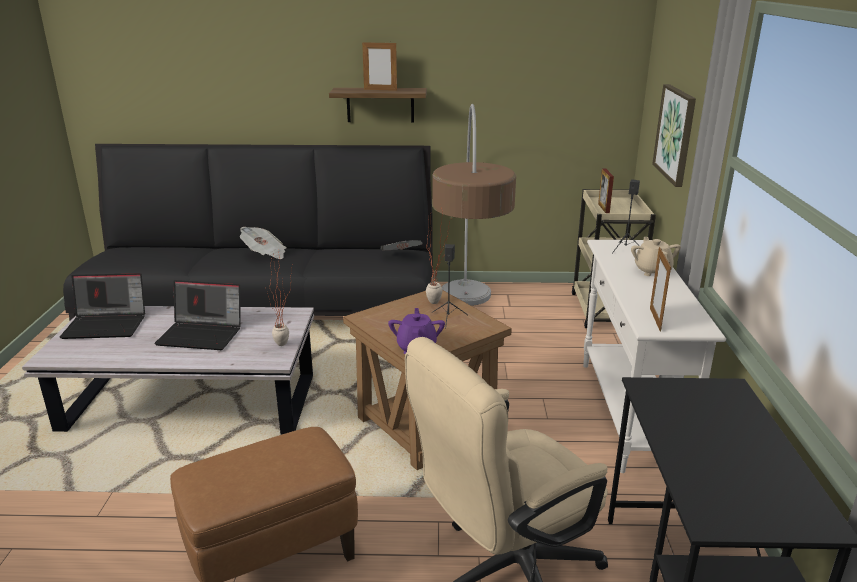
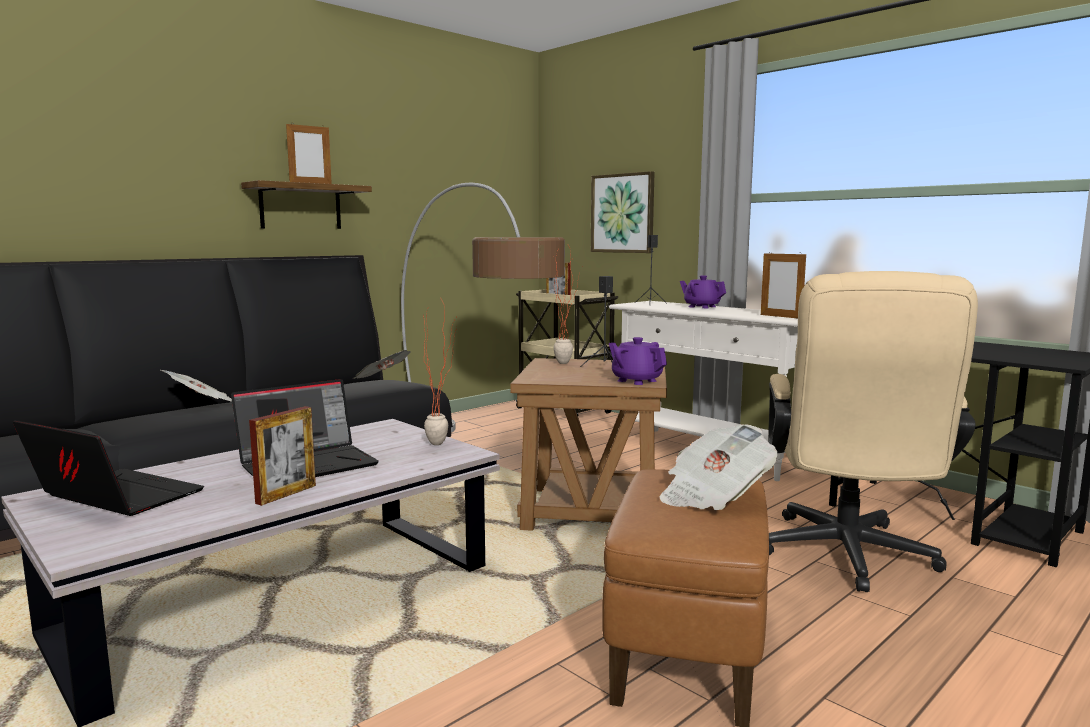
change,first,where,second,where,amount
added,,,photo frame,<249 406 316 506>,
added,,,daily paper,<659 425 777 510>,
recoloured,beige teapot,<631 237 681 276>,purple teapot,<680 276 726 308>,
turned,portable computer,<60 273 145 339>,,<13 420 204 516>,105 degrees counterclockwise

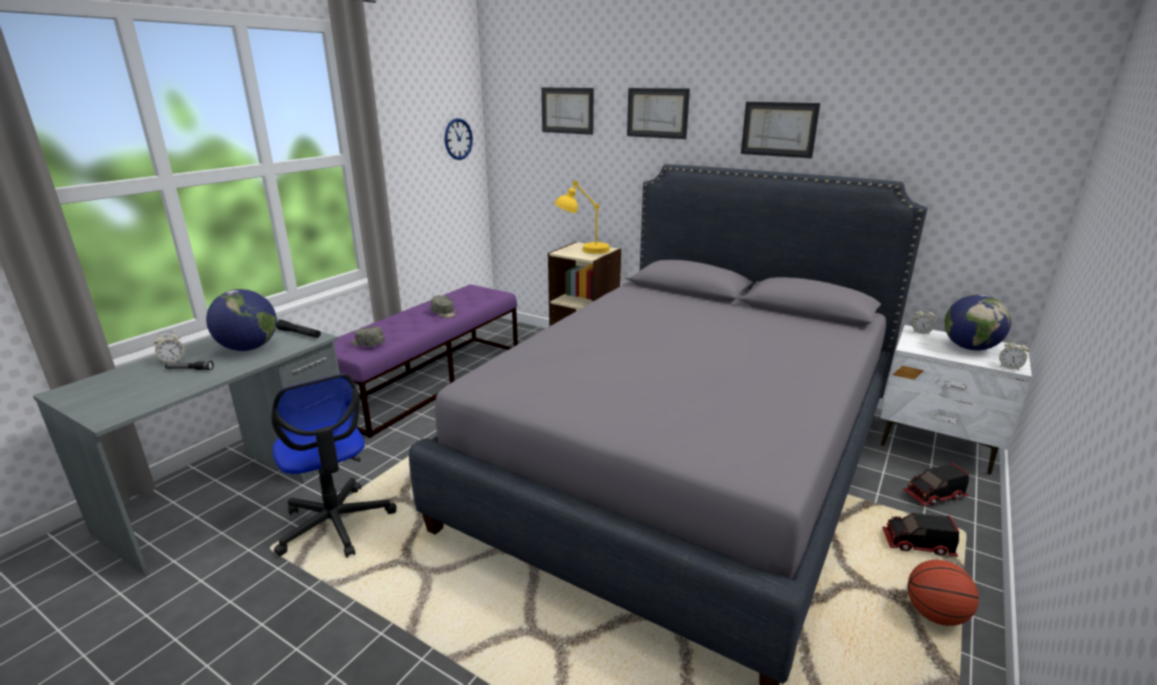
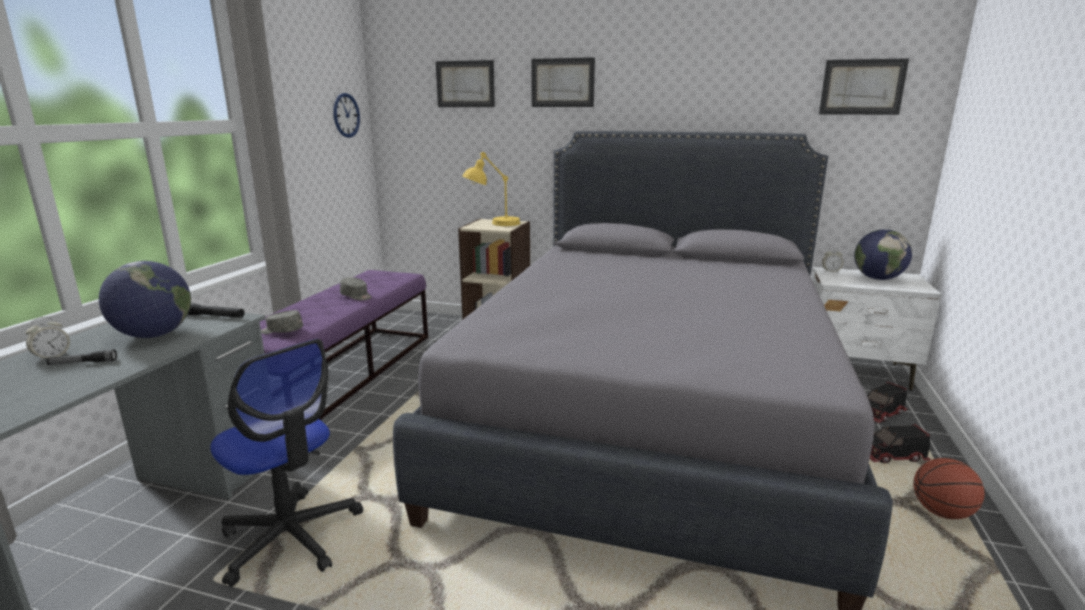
change,first,where,second,where,amount
removed,alarm clock,<999 339 1029 371>,,,
moved,wall picture,<741 102 820 158>,,<819 58 909 115>,

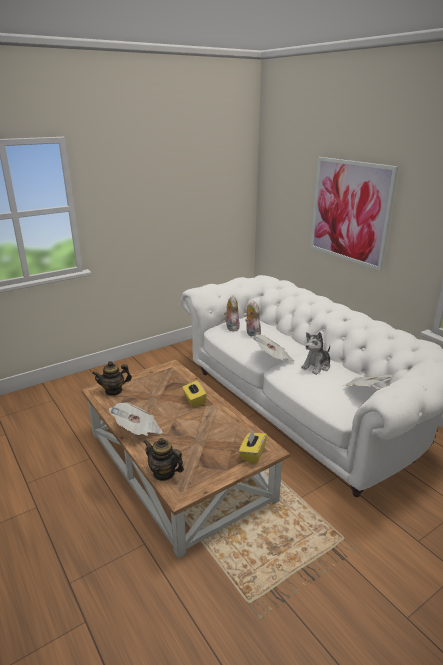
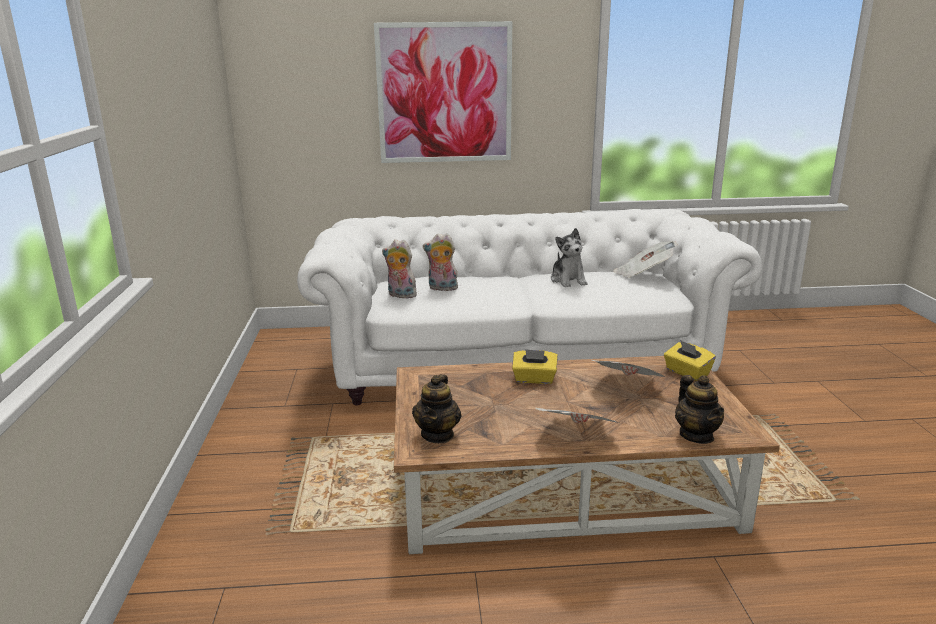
change,first,where,second,where,amount
moved,daily paper,<251 335 294 361>,,<592 360 665 377>,
turned,teapot,<144 438 184 481>,,<675 375 724 444>,75 degrees counterclockwise

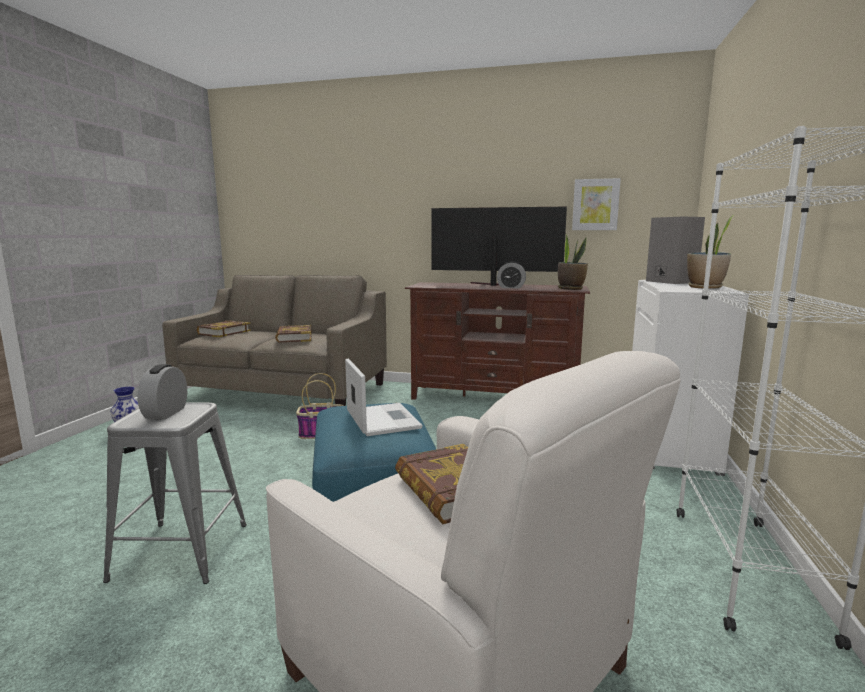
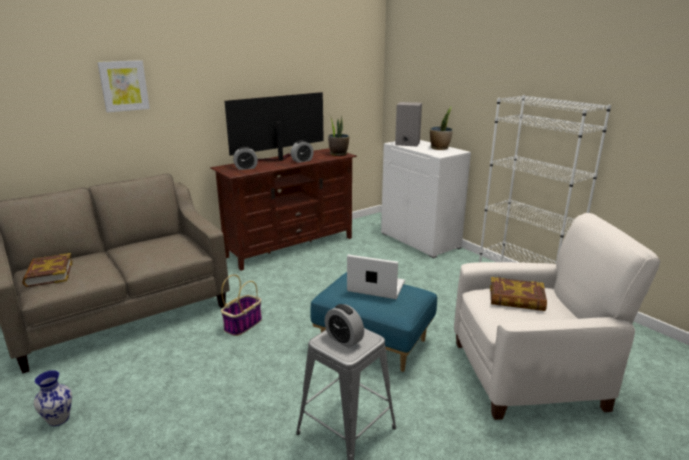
change,first,where,second,where,amount
removed,book,<275 325 312 343>,,,
added,,,alarm clock,<233 147 258 170>,
moved,wall picture,<572 178 621 230>,,<97 60 150 113>,

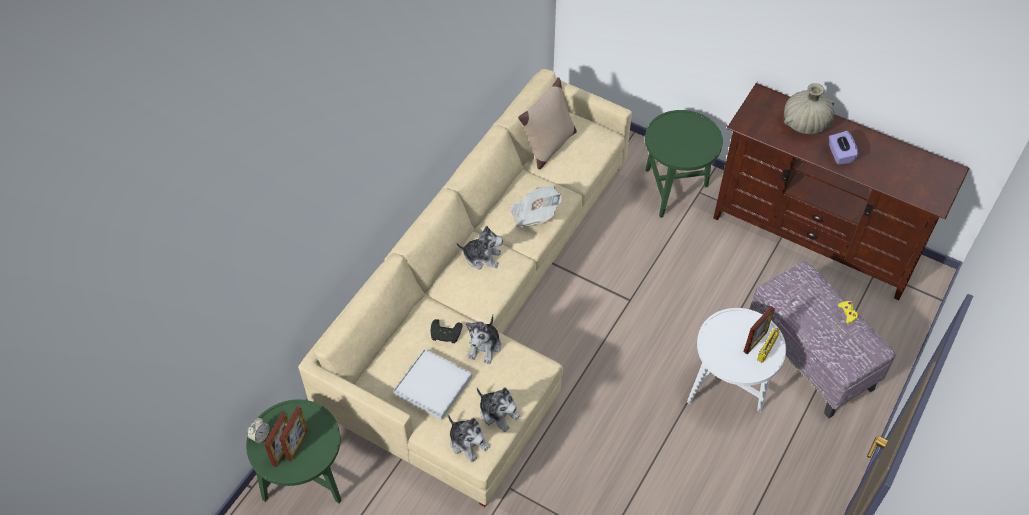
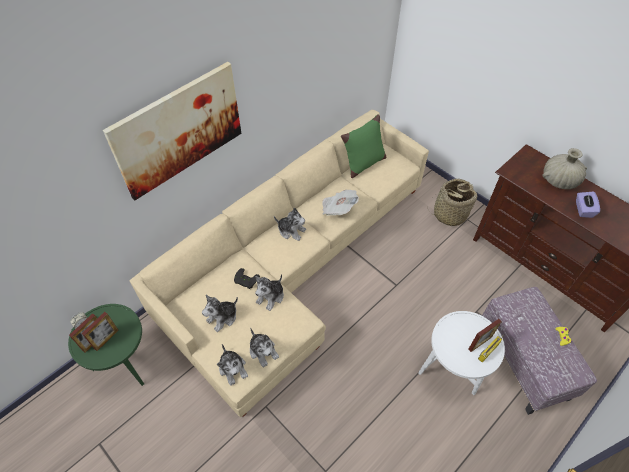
change,first,where,second,where,amount
added,,,wall picture,<103 62 241 200>,
replaced,whitish carrying tray,<393 348 472 420>,soft toy,<202 295 238 332>,
replaced,greenish end table,<645 110 723 218>,household basket,<427 179 477 226>,
recoloured,beige throw pillow,<518 77 577 169>,greenish throw pillow,<341 114 387 178>,

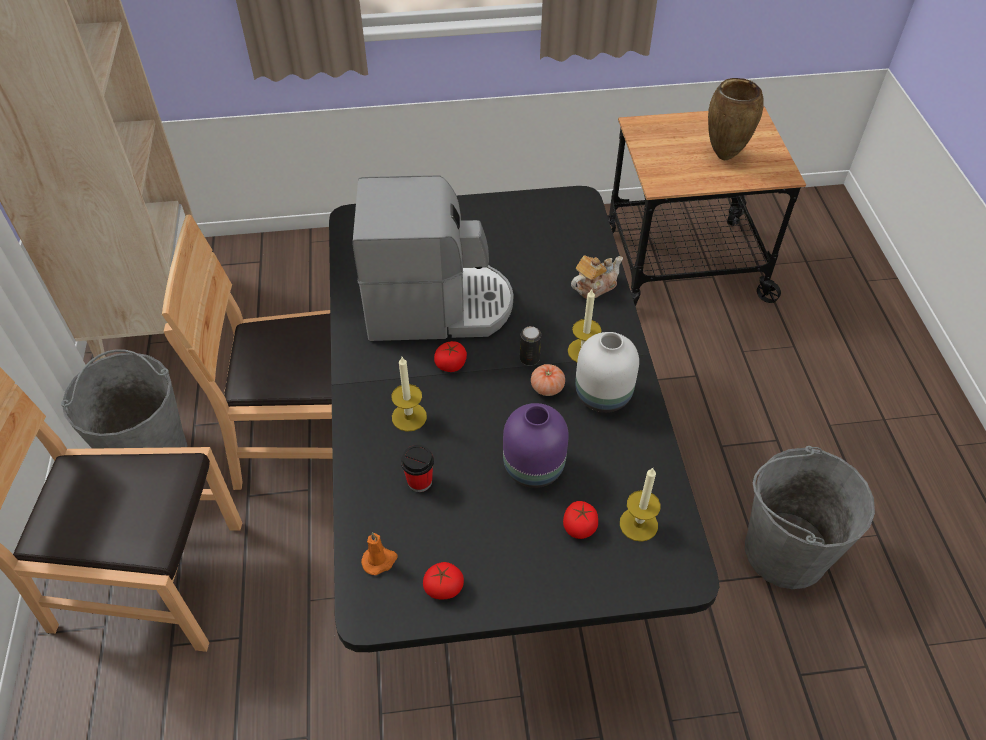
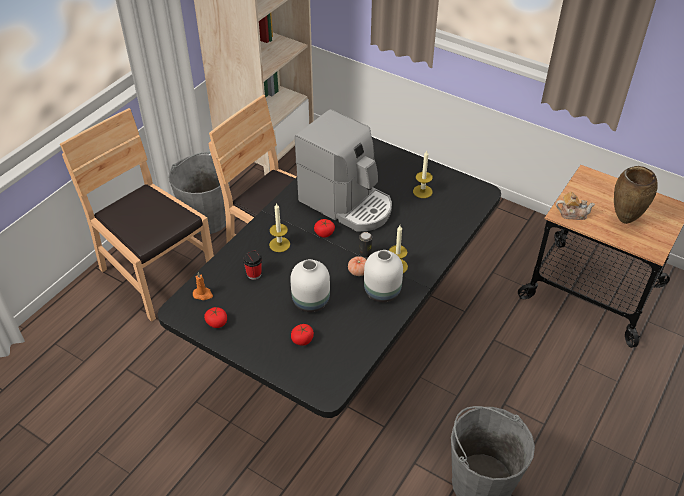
change,first,where,second,where,amount
moved,teapot,<571 255 623 299>,,<556 192 595 220>,
moved,candle,<620 468 660 542>,,<413 151 433 198>,
recoloured,purple vase,<503 403 569 488>,whitish vase,<290 259 330 312>,

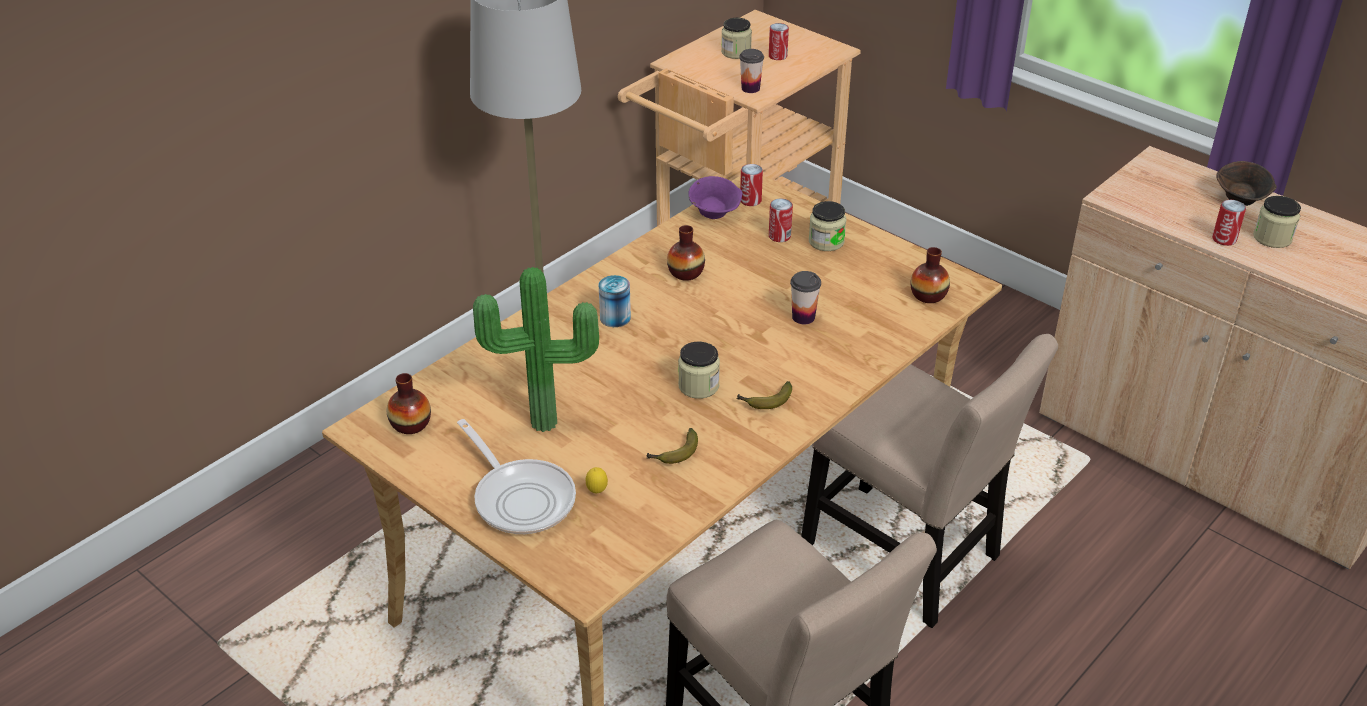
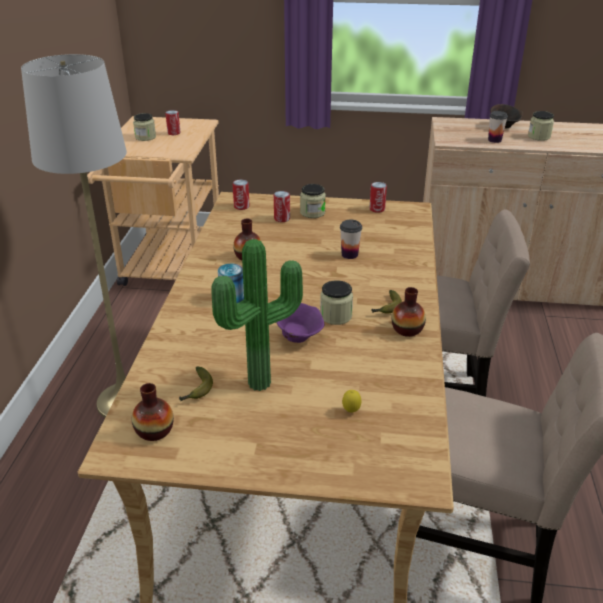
change,first,where,second,where,amount
removed,pan,<457 419 576 534>,,,
moved,whole banana,<647 428 698 464>,,<179 366 213 401>,
moved,purple deep dish,<688 176 743 219>,,<276 303 324 343>,
moved,cup,<739 49 764 93>,,<488 111 508 143>,
moved,vase,<910 247 950 303>,,<392 287 426 337>,
moved,can,<1212 200 1246 246>,,<369 182 387 213>,

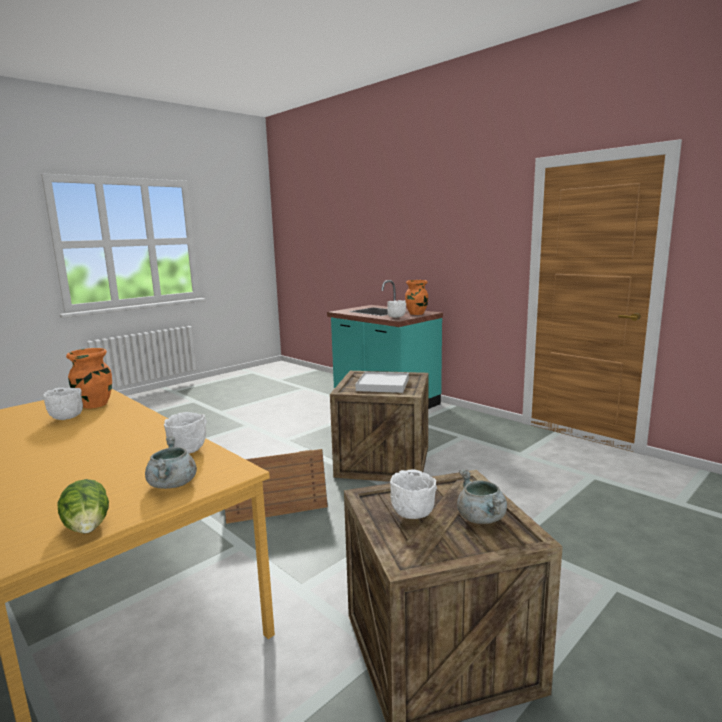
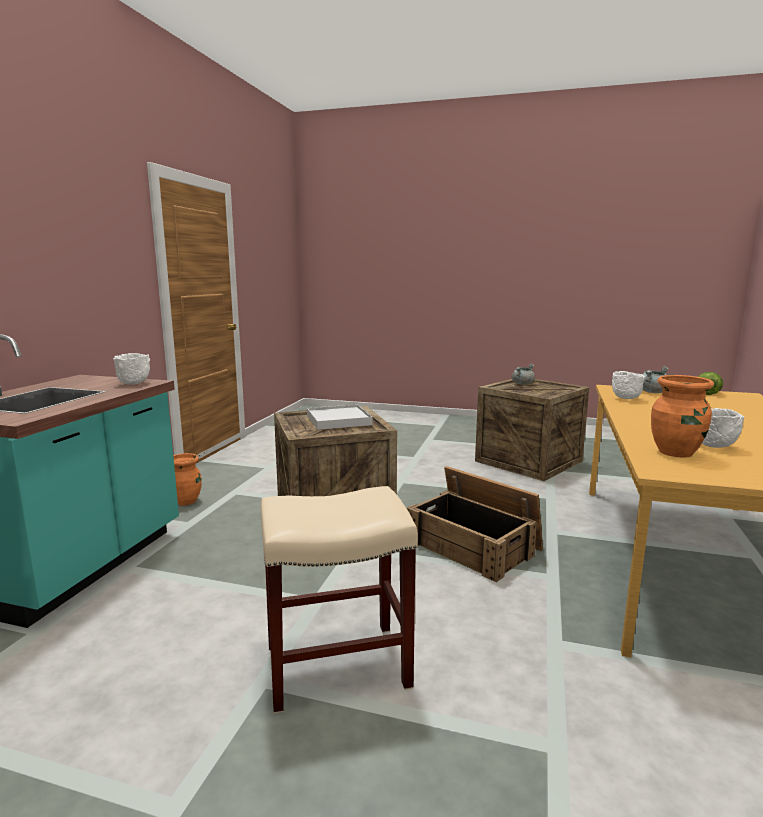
change,first,where,second,where,amount
removed,whitish deep dish,<390 469 437 519>,,,
added,,,beige sitting stool,<260 486 418 713>,
moved,orange-coloured vase,<405 280 428 315>,,<173 453 202 506>,

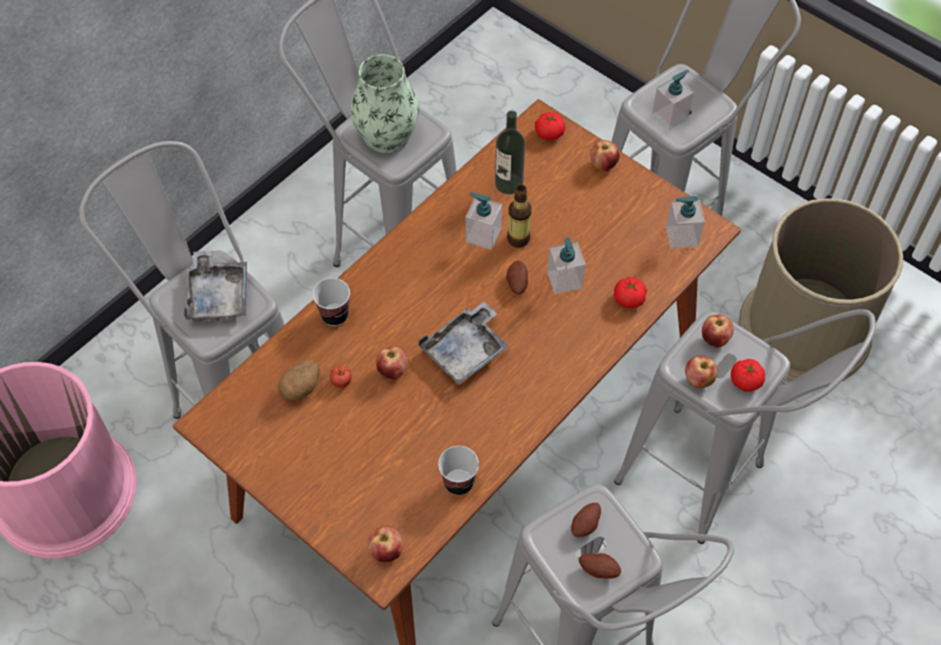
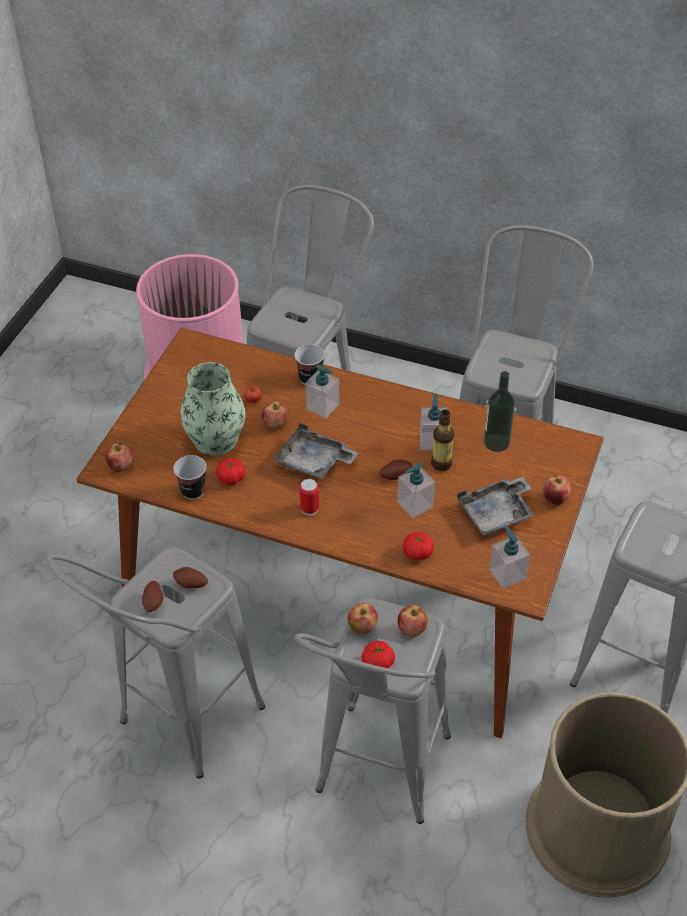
change,first,where,second,where,amount
removed,potato,<278 360 320 400>,,,
added,,,can,<300 479 319 515>,
moved,gray carrying tray,<184 251 247 321>,,<457 477 534 536>,
moved,vase,<350 54 419 153>,,<180 362 245 456>,
moved,whole tomato,<535 112 565 140>,,<216 458 246 485>,
moved,soap dispenser,<652 70 694 130>,,<305 365 339 419>,

